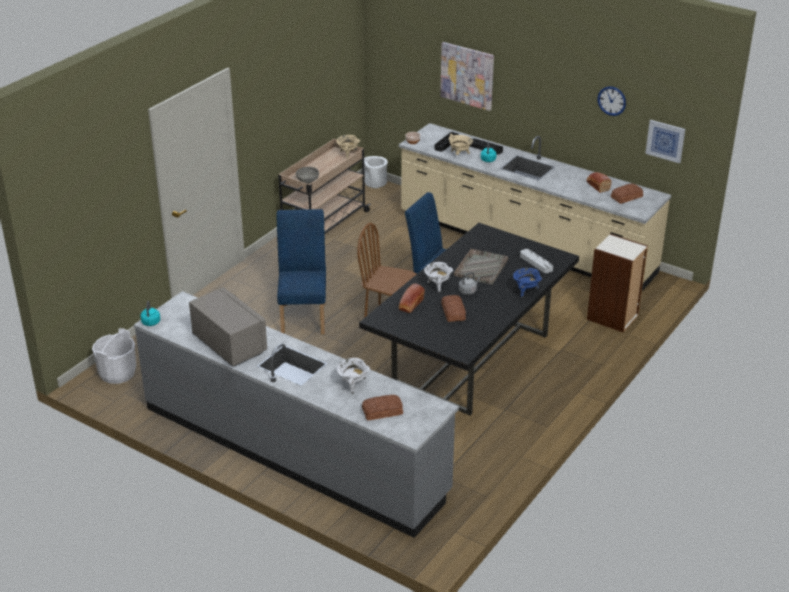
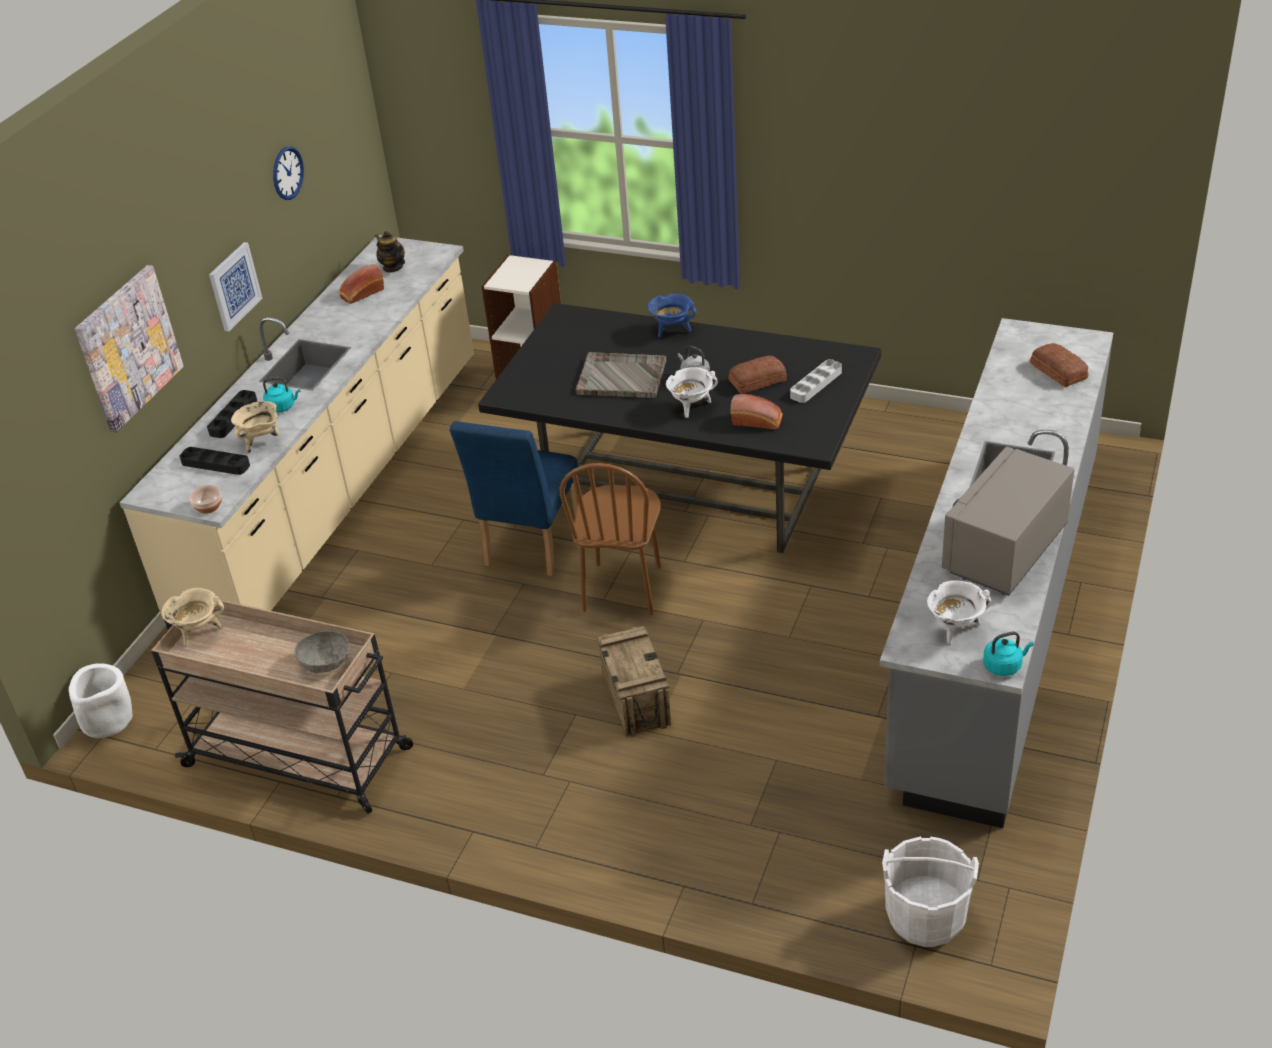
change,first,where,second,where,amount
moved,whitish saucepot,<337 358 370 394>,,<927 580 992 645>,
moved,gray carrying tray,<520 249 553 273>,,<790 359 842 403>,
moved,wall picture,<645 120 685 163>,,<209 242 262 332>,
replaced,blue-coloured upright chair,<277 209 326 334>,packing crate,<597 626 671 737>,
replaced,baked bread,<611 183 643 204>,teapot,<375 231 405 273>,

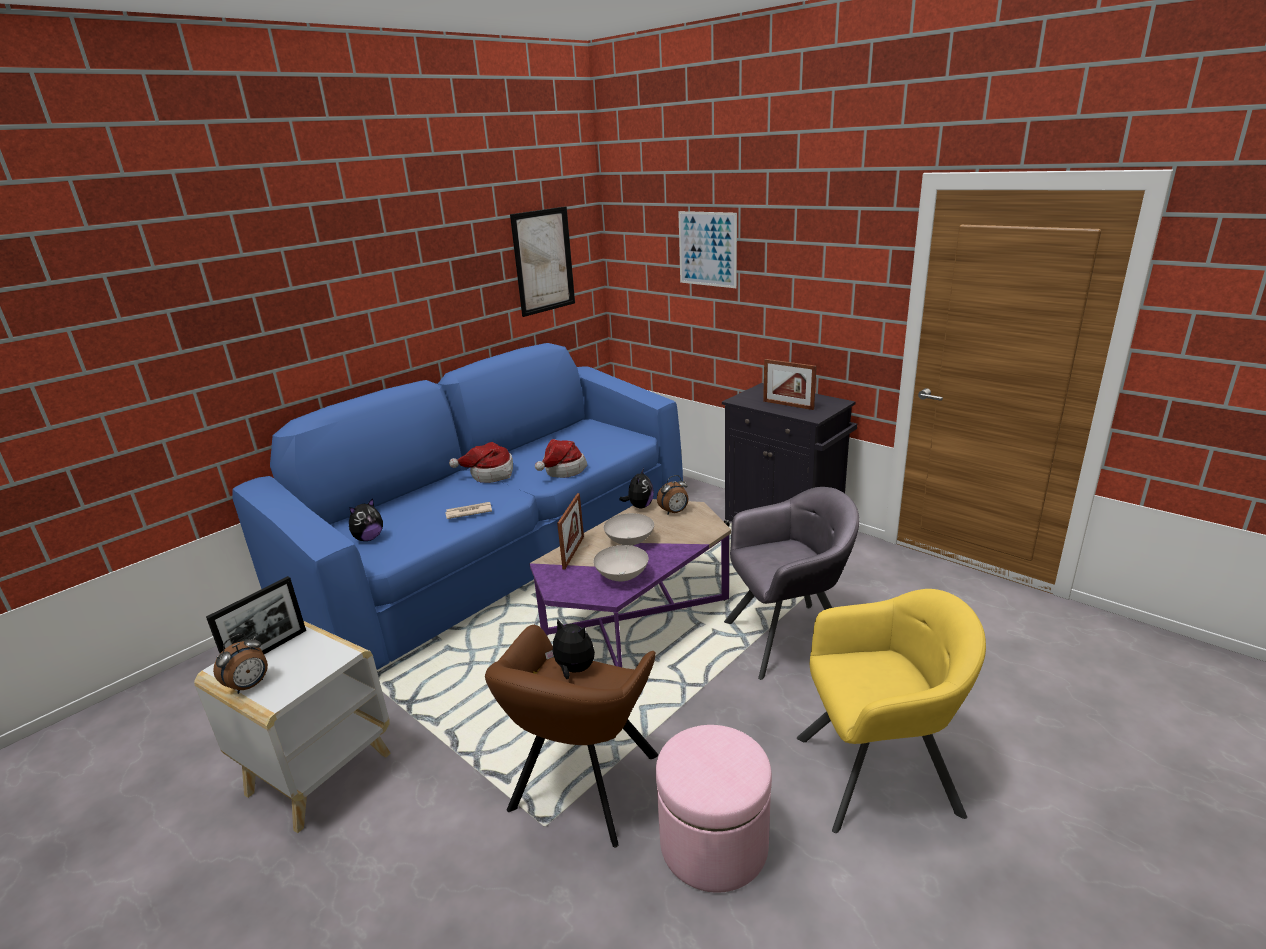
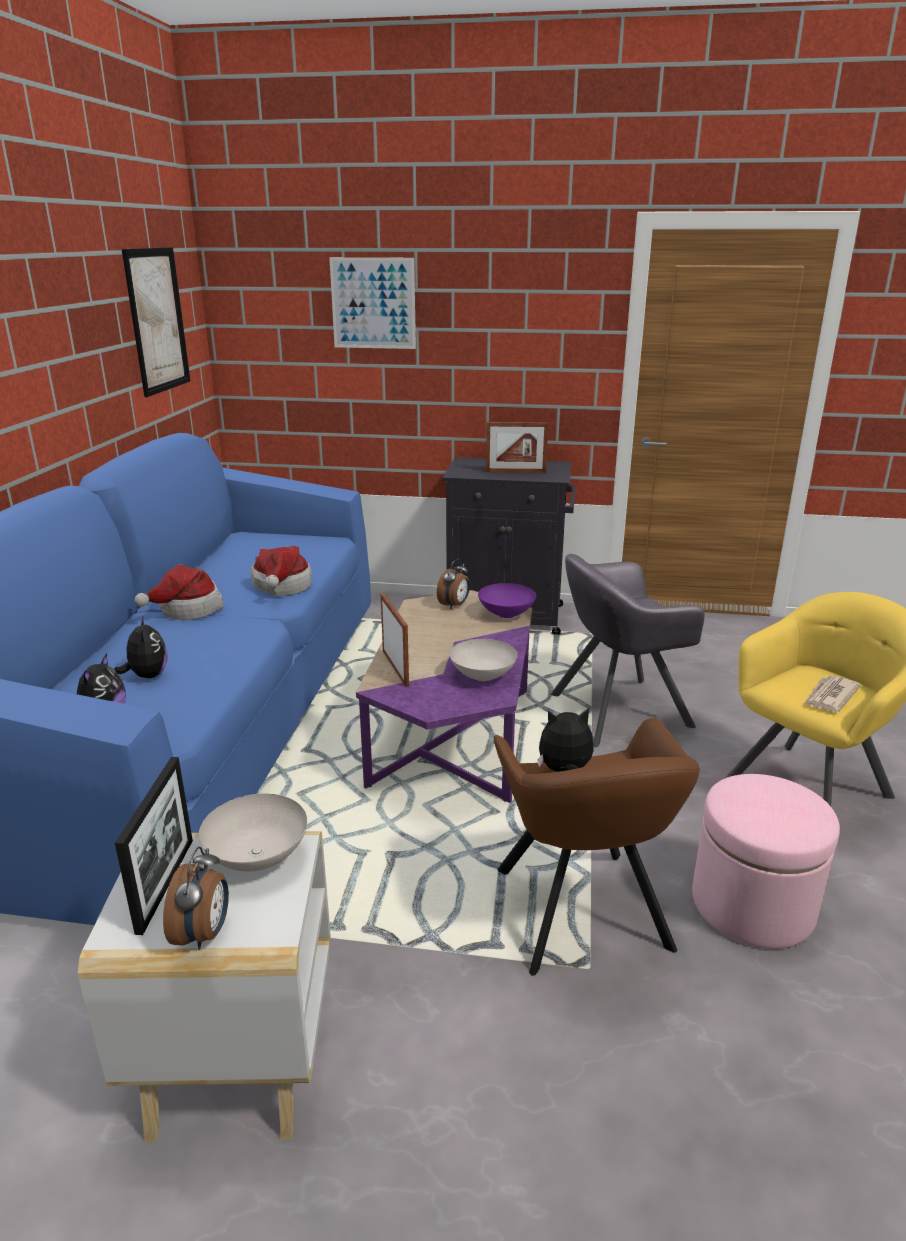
change,first,where,second,where,amount
added,,,purple deep dish,<478 583 536 618>,
moved,daily paper,<445 502 492 519>,,<804 675 861 712>,
moved,whitish deep dish,<604 513 654 546>,,<199 793 307 871>,
moved,soft toy,<619 468 654 508>,,<114 617 168 678>,
turned,gray lounge chair,<724 487 859 680>,,<550 554 705 747>,150 degrees counterclockwise

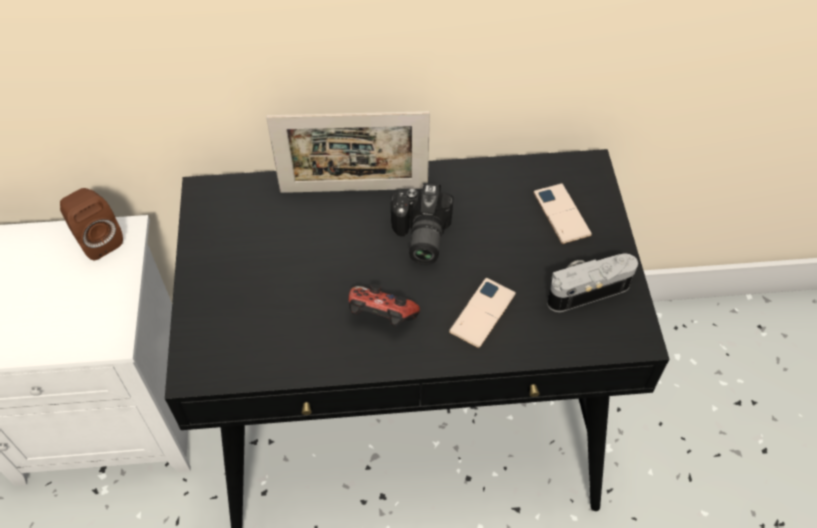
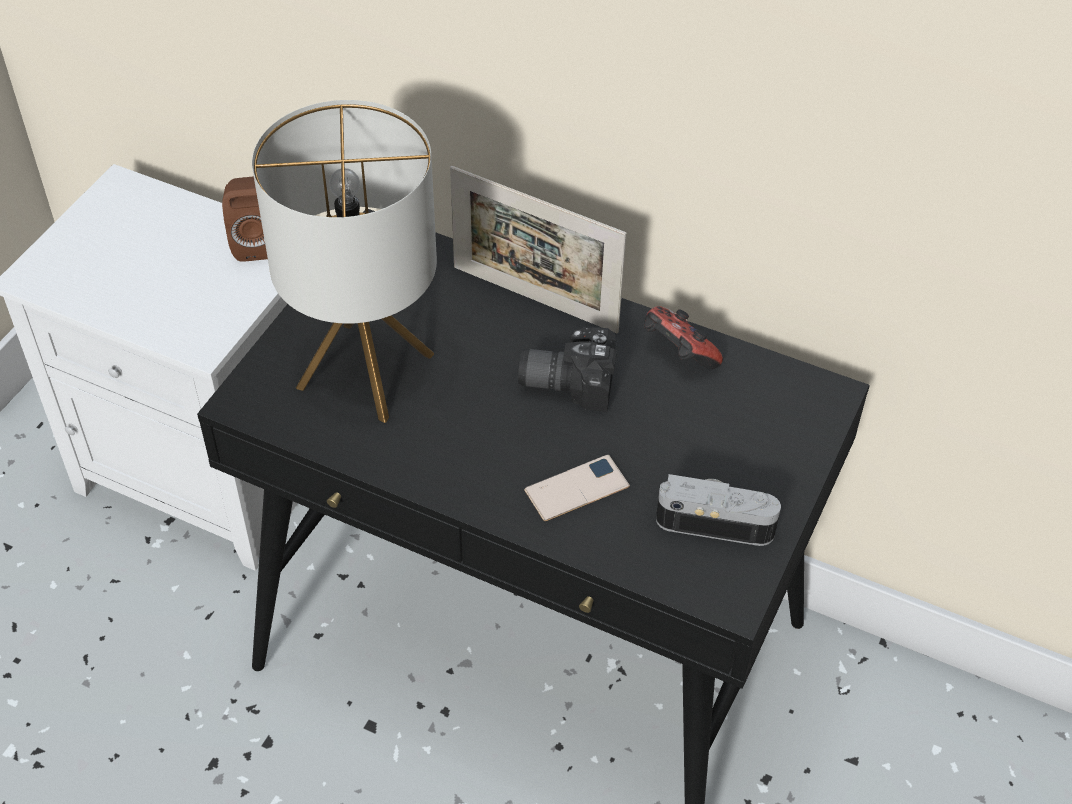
change,first,where,second,where,amount
removed,telephone,<533 183 592 244>,,,
added,,,lamp for a table,<252 100 437 423>,
moved,game controller,<348 284 420 326>,,<644 306 723 369>,
turned,photo camera,<391 183 453 265>,,<518 327 617 412>,60 degrees clockwise

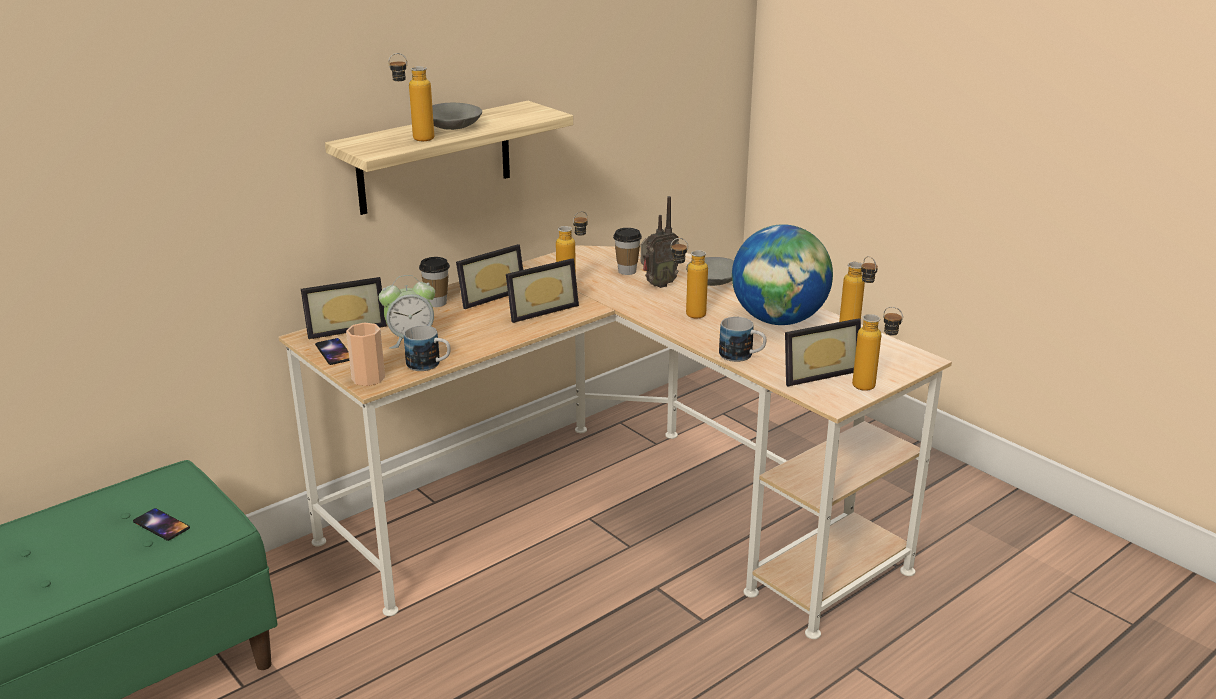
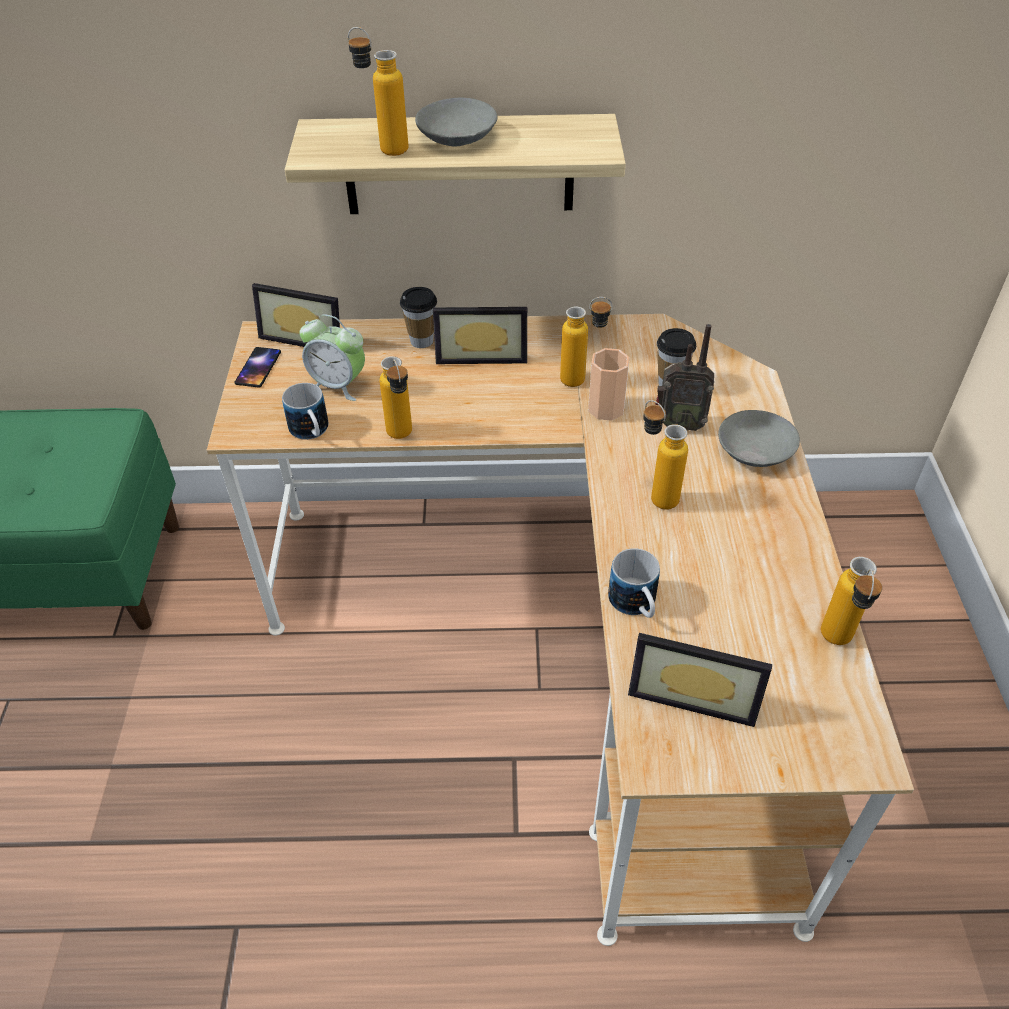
change,first,where,second,where,amount
removed,telephone,<133 508 190 541>,,,
removed,photo frame,<506 258 579 323>,,,
removed,world globe,<732 224 833 325>,,,
moved,cup,<346 322 385 386>,,<588 348 630 421>,
moved,bottle,<852 307 903 391>,,<380 356 412 439>,

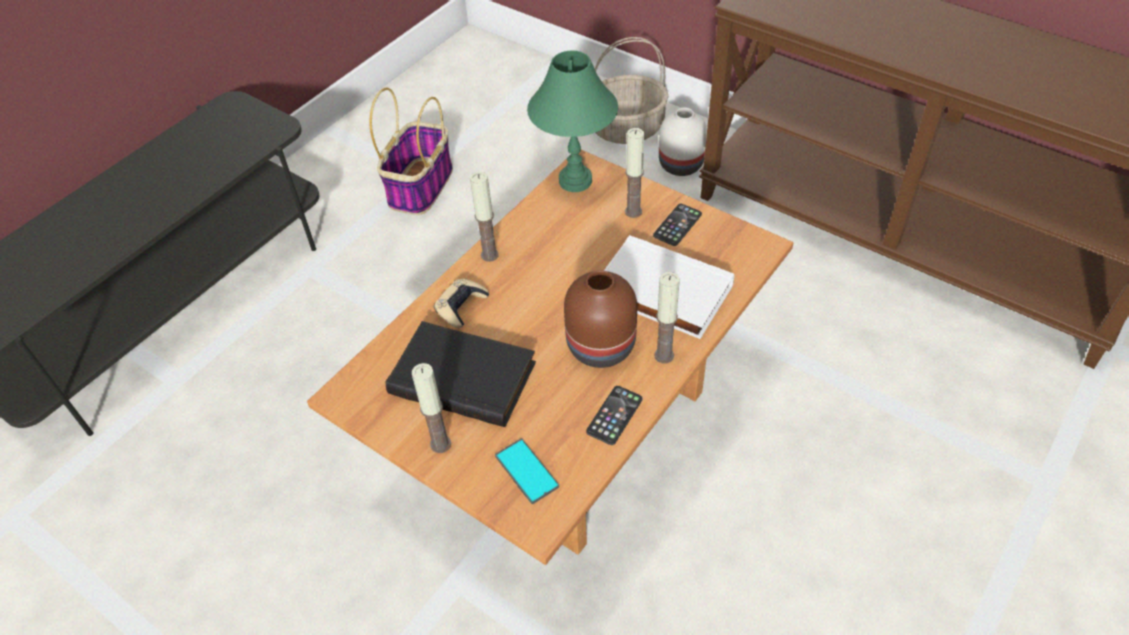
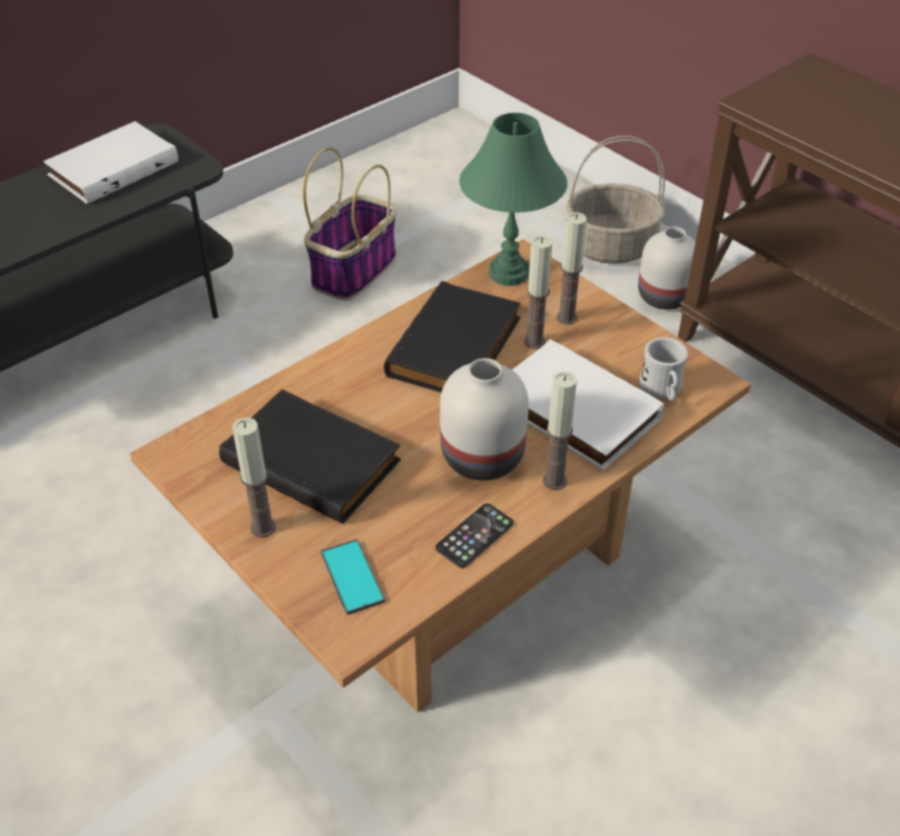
change,first,where,second,where,amount
removed,beige game controller,<434 278 489 328>,,,
removed,telephone,<653 204 702 246>,,,
added,,,whitish book,<44 121 178 204>,
added,,,blackish book,<384 281 521 393>,
added,,,whitish tea mug,<639 337 688 401>,
moved,candle,<470 172 499 262>,,<524 236 552 349>,
recoloured,brown vase,<564 270 637 368>,whitish vase,<440 358 529 480>,

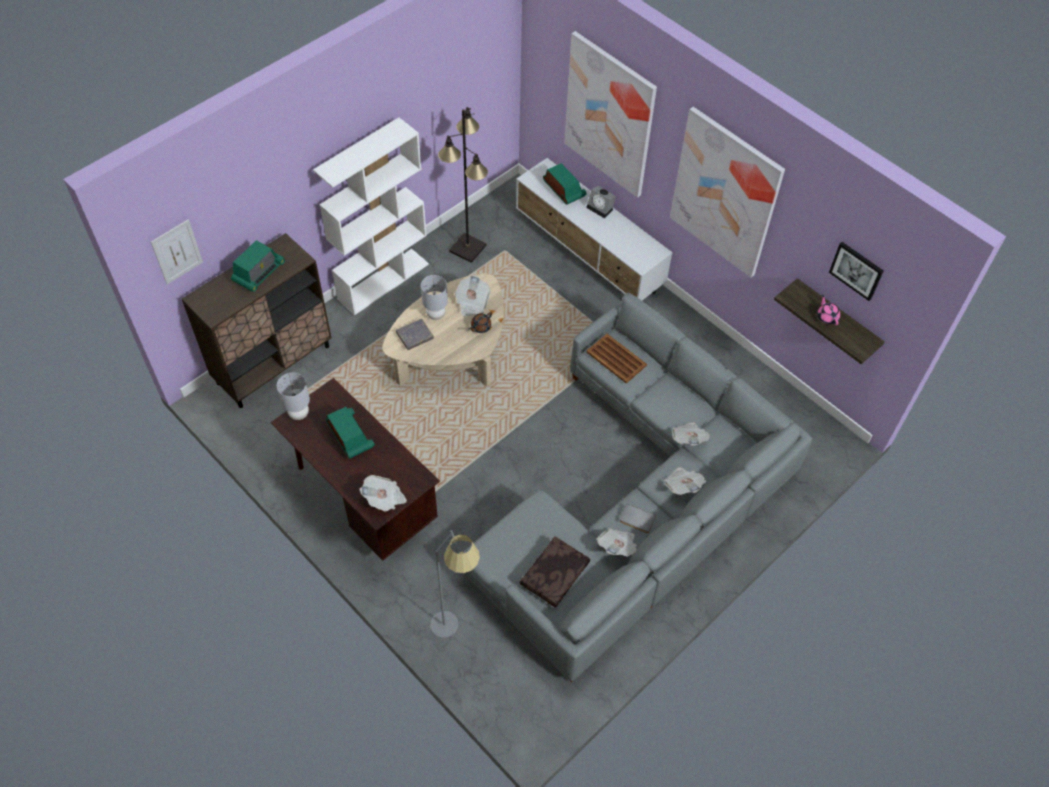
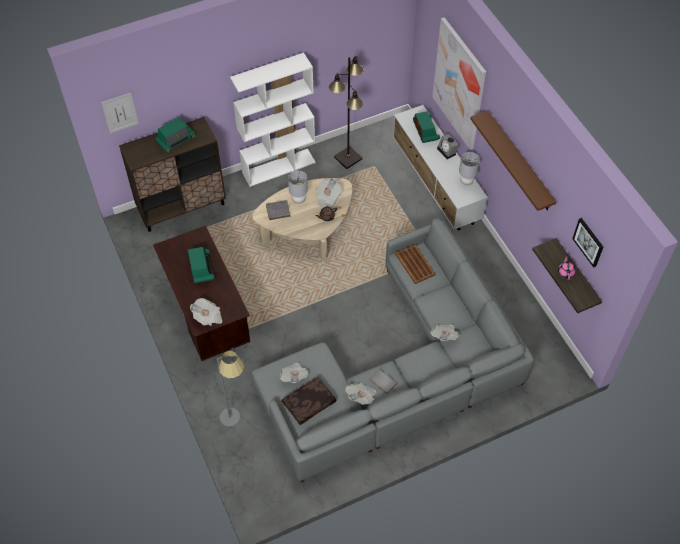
change,first,where,second,where,amount
moved,gray lamp for a table,<277 373 310 420>,,<459 152 480 186>,
moved,daily paper,<664 467 706 495>,,<280 363 309 383>,
replaced,wall picture,<670 107 785 277>,brown shelf,<470 110 556 211>,

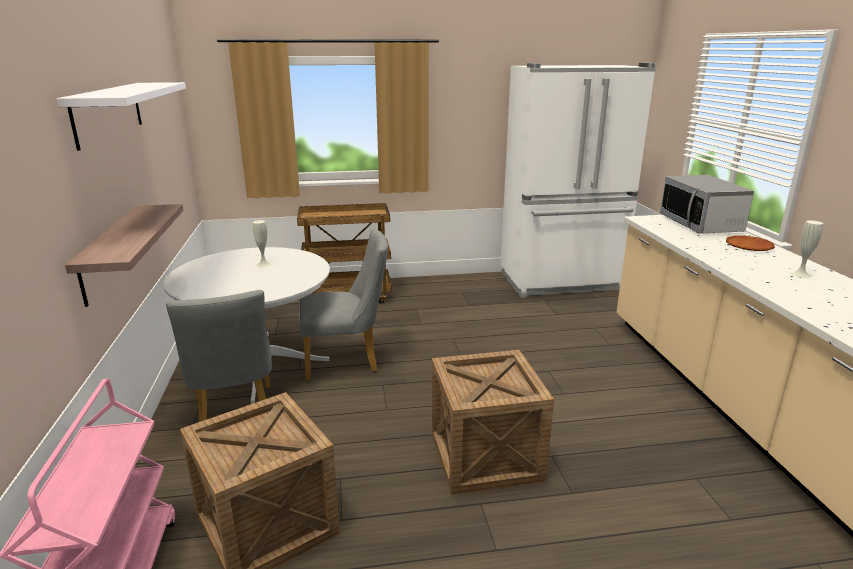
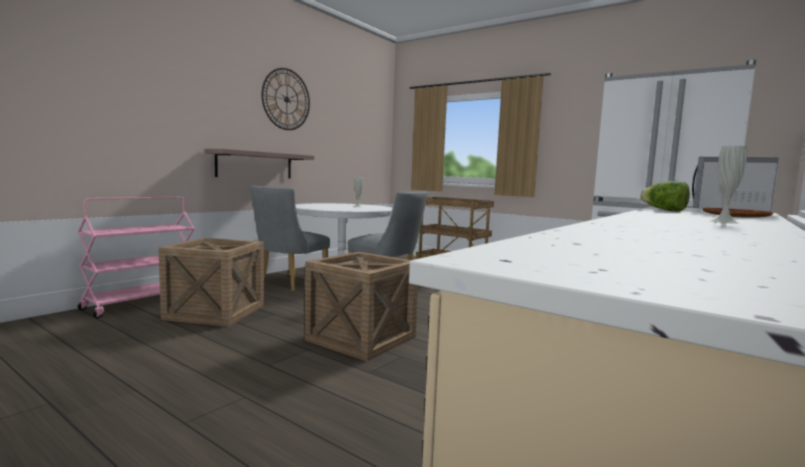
change,first,where,second,where,amount
added,,,head of lettuce,<640 181 690 212>,
replaced,whitish shelf,<57 82 186 151>,clock on the wall,<262 68 310 130>,

